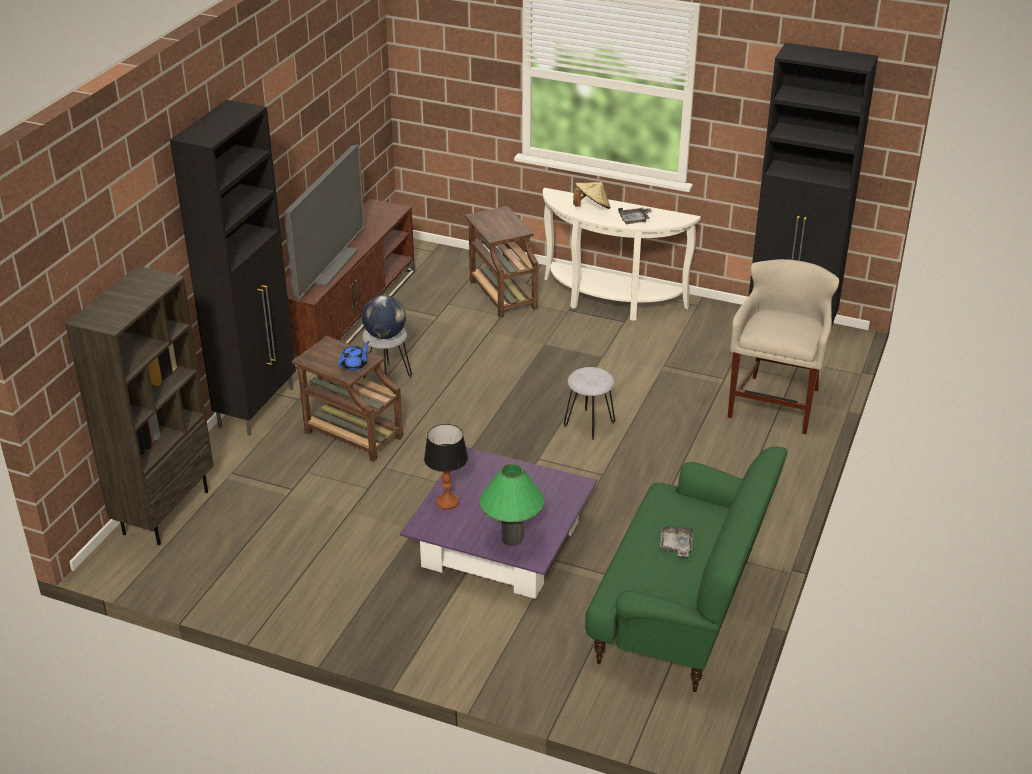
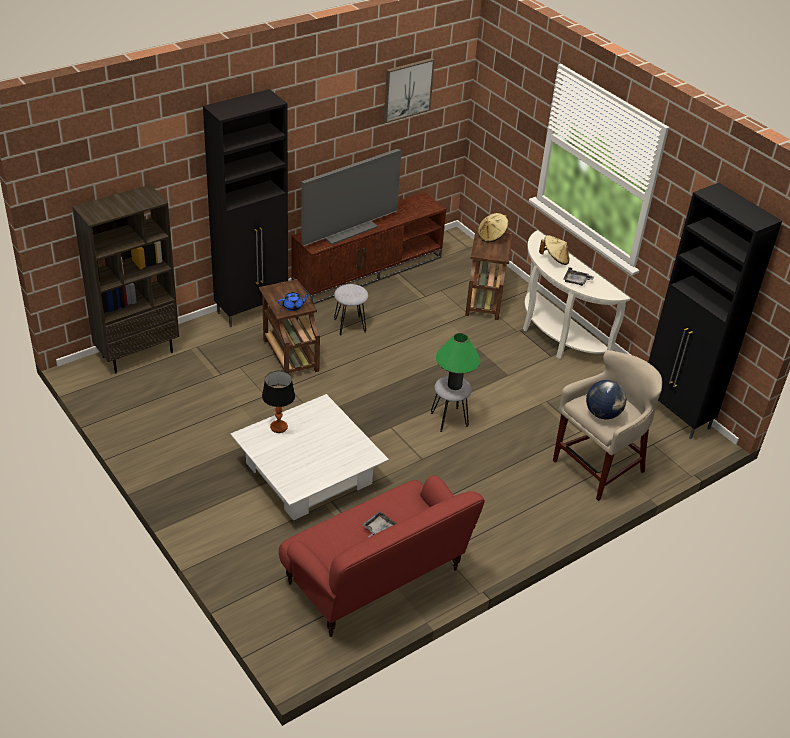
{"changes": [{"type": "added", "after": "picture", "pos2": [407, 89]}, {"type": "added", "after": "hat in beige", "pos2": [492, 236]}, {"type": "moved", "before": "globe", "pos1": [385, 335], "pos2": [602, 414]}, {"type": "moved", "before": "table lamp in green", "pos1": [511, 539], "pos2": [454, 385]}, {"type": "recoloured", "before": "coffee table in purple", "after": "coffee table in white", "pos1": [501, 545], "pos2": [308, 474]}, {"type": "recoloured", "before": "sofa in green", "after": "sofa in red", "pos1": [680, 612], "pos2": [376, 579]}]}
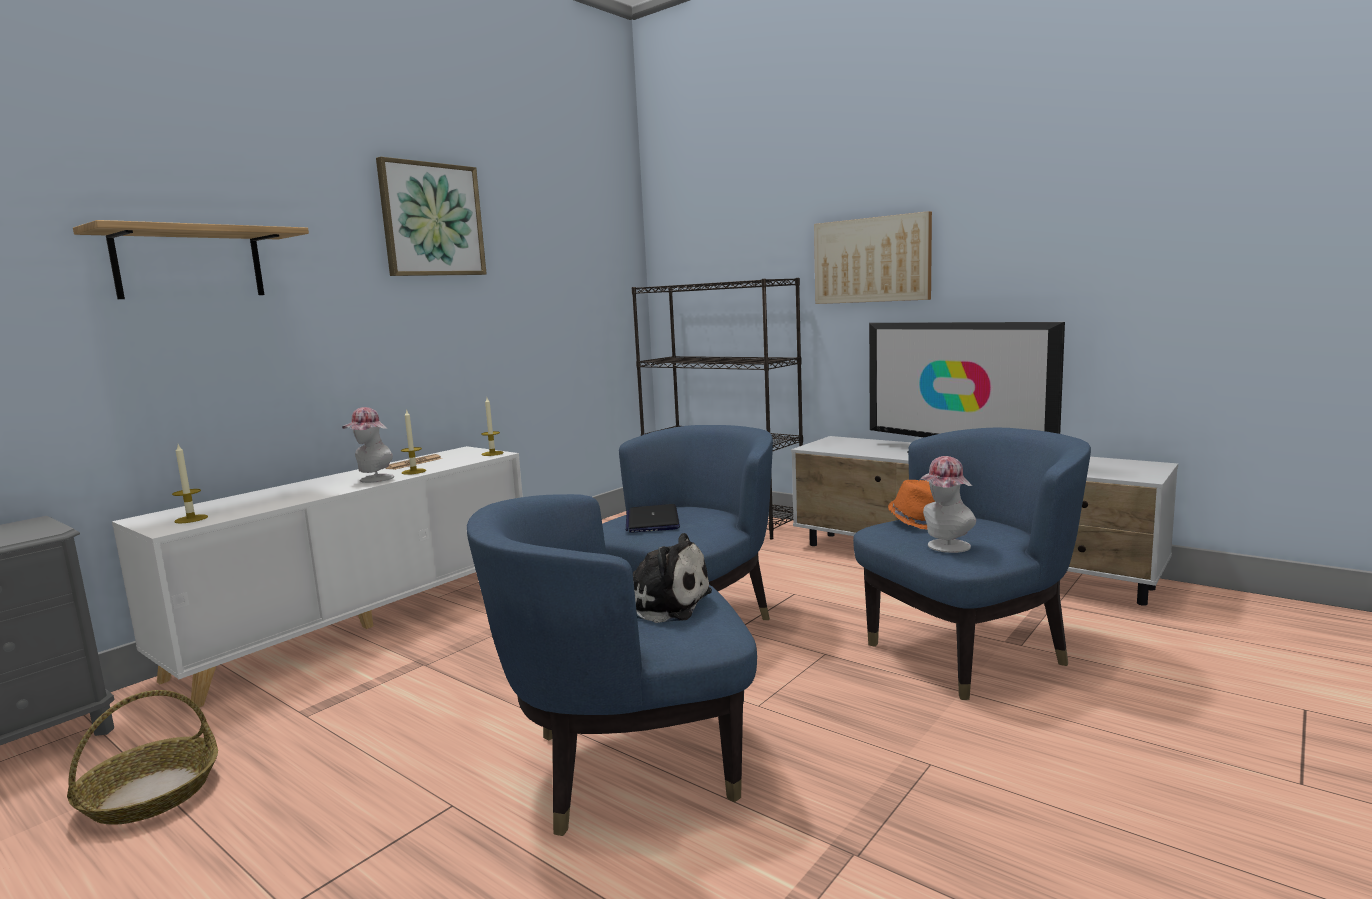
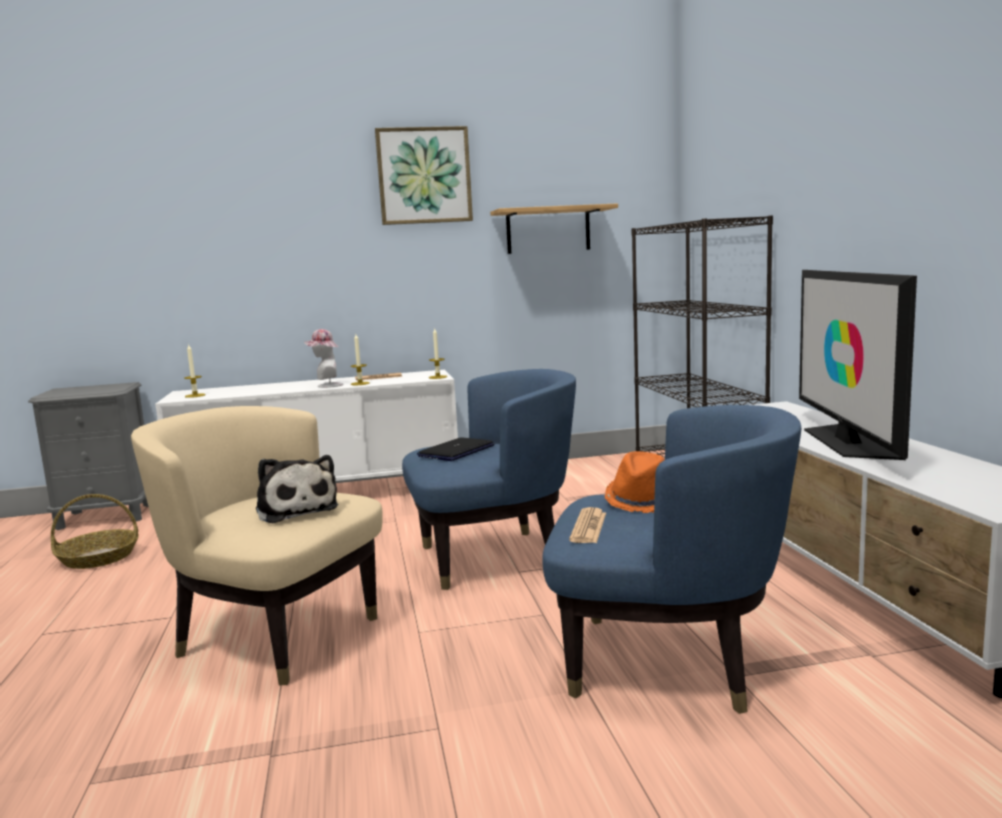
{"changes": [{"type": "removed", "before": "picture", "pos1": [872, 260]}, {"type": "moved", "before": "shelf", "pos1": [189, 264], "pos2": [548, 230]}, {"type": "replaced", "before": "hat", "after": "newspaper", "pos1": [944, 547], "pos2": [588, 527]}, {"type": "recoloured", "before": "armchair in blue", "after": "armchair in beige", "pos1": [627, 766], "pos2": [275, 635]}]}
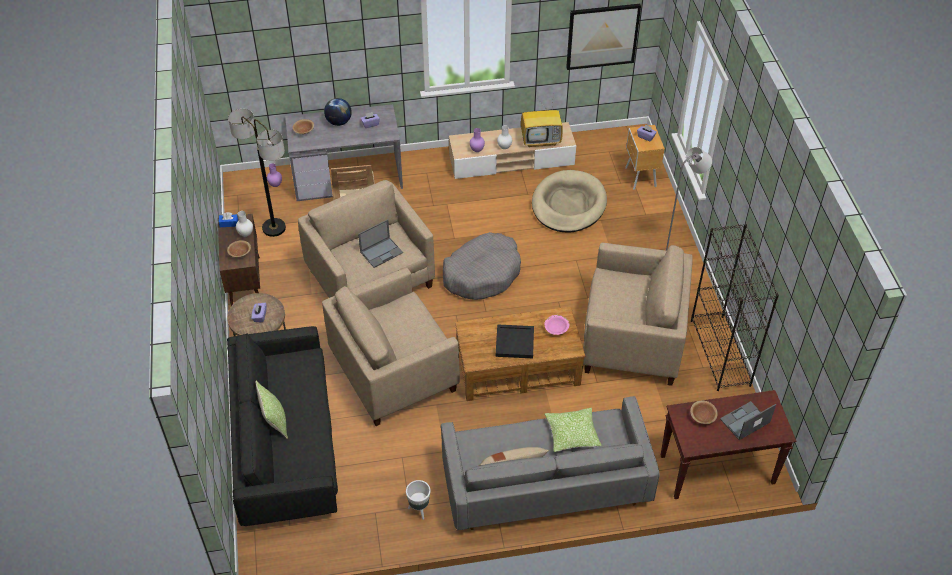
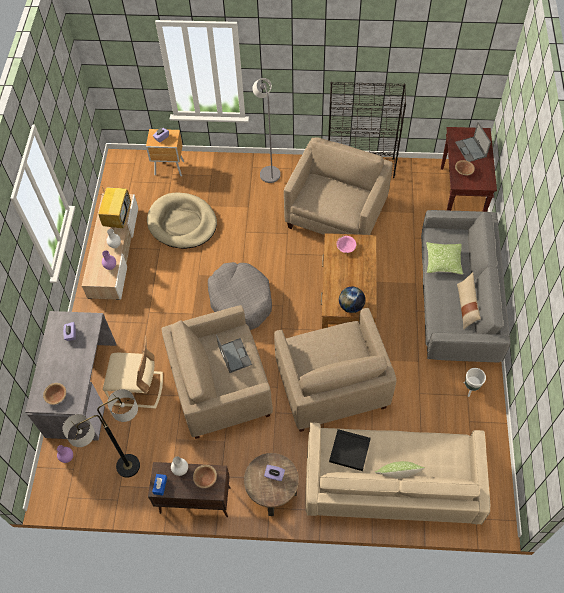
{"changes": [{"type": "removed", "before": "picture", "pos1": [602, 36]}, {"type": "moved", "before": "globe", "pos1": [339, 122], "pos2": [351, 306]}, {"type": "moved", "before": "tray in black", "pos1": [514, 342], "pos2": [349, 451]}, {"type": "recoloured", "before": "sofa in black", "after": "sofa in beige", "pos1": [286, 443], "pos2": [391, 482]}]}
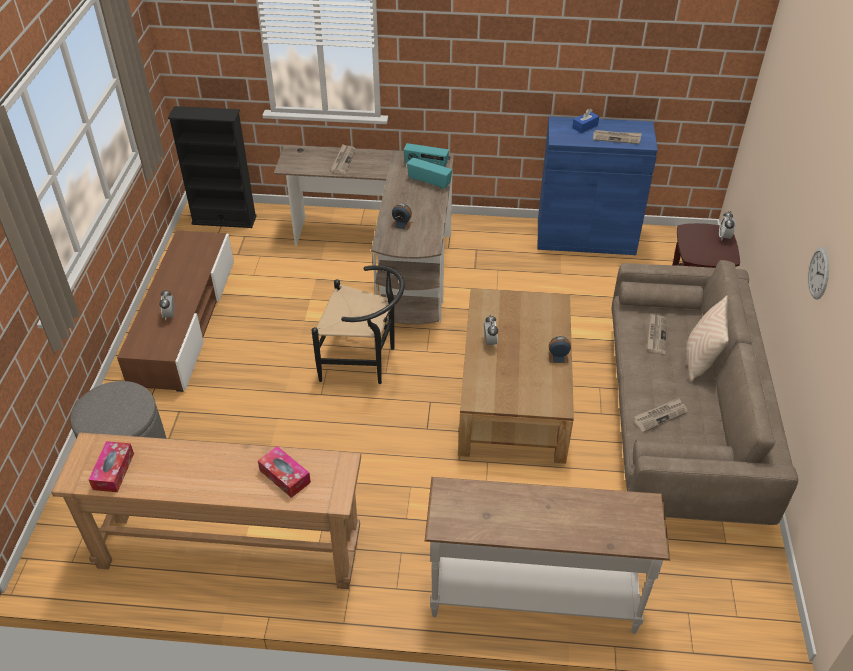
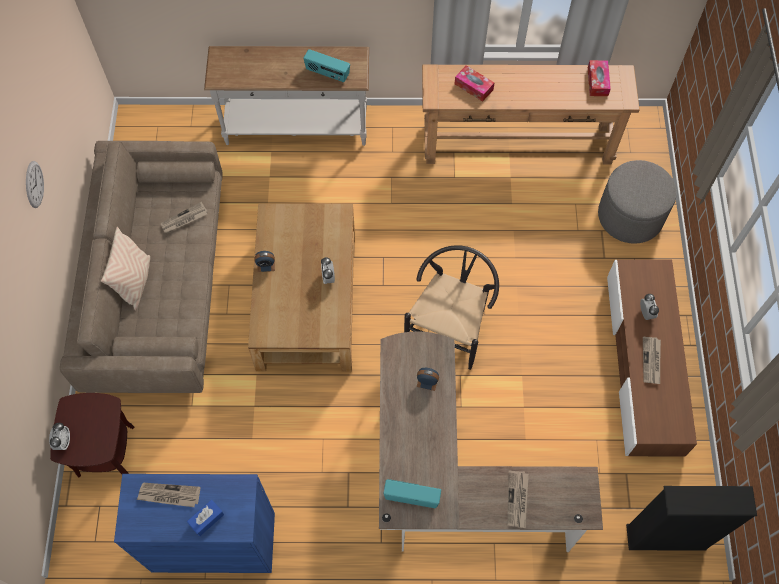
{"changes": [{"type": "moved", "before": "radio", "pos1": [429, 182], "pos2": [327, 73]}, {"type": "moved", "before": "newspaper", "pos1": [656, 335], "pos2": [651, 361]}, {"type": "turned", "before": "chair in black", "pos1": [364, 361], "pos2": [450, 326], "turn": 105}]}
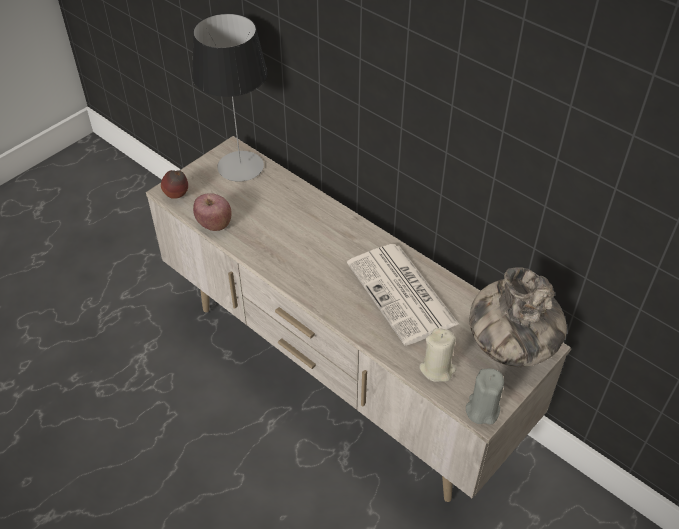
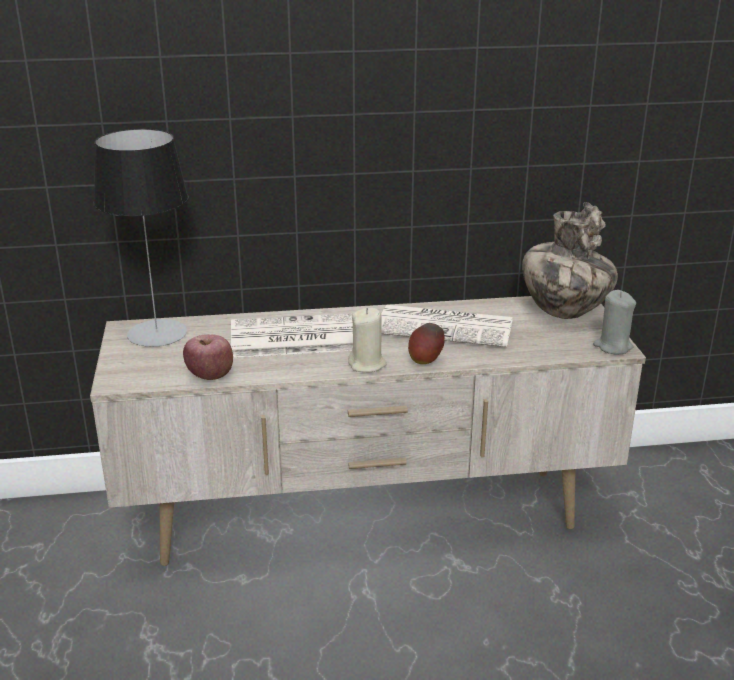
{"changes": [{"type": "added", "after": "newspaper", "pos2": [295, 338]}, {"type": "moved", "before": "apple", "pos1": [177, 196], "pos2": [426, 362]}, {"type": "moved", "before": "candle in beige", "pos1": [437, 369], "pos2": [367, 364]}]}
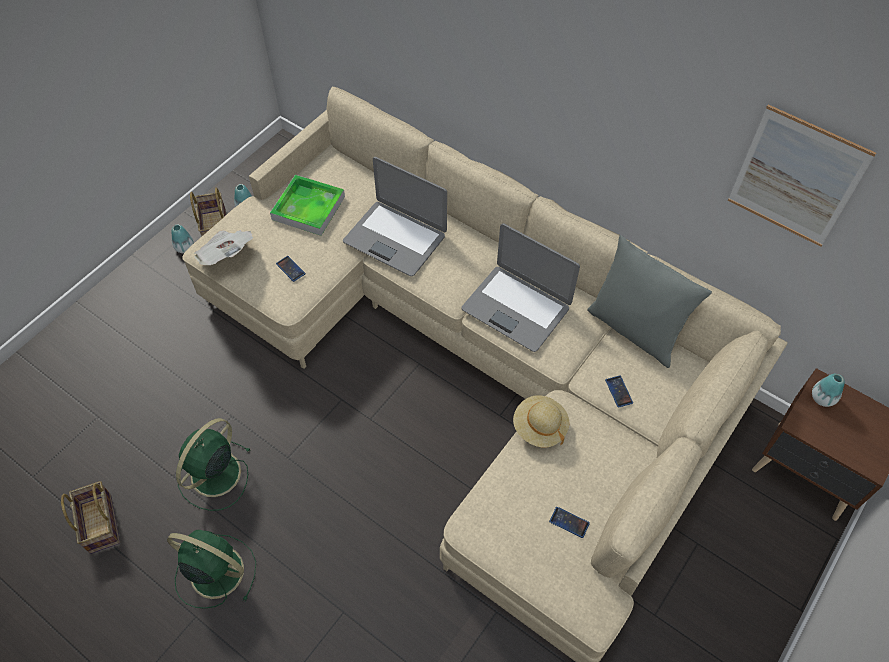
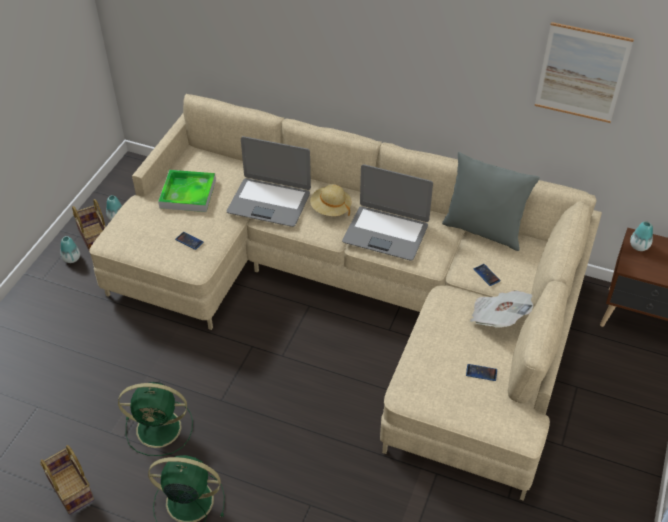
{"changes": [{"type": "moved", "before": "newspaper", "pos1": [226, 256], "pos2": [498, 318]}, {"type": "moved", "before": "hat in beige", "pos1": [539, 427], "pos2": [330, 209]}, {"type": "turned", "before": "fan in green", "pos1": [214, 475], "pos2": [161, 428], "turn": -105}]}
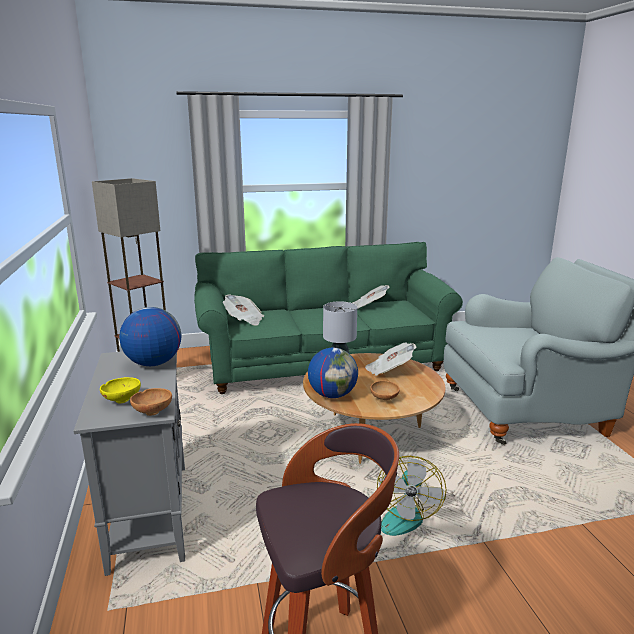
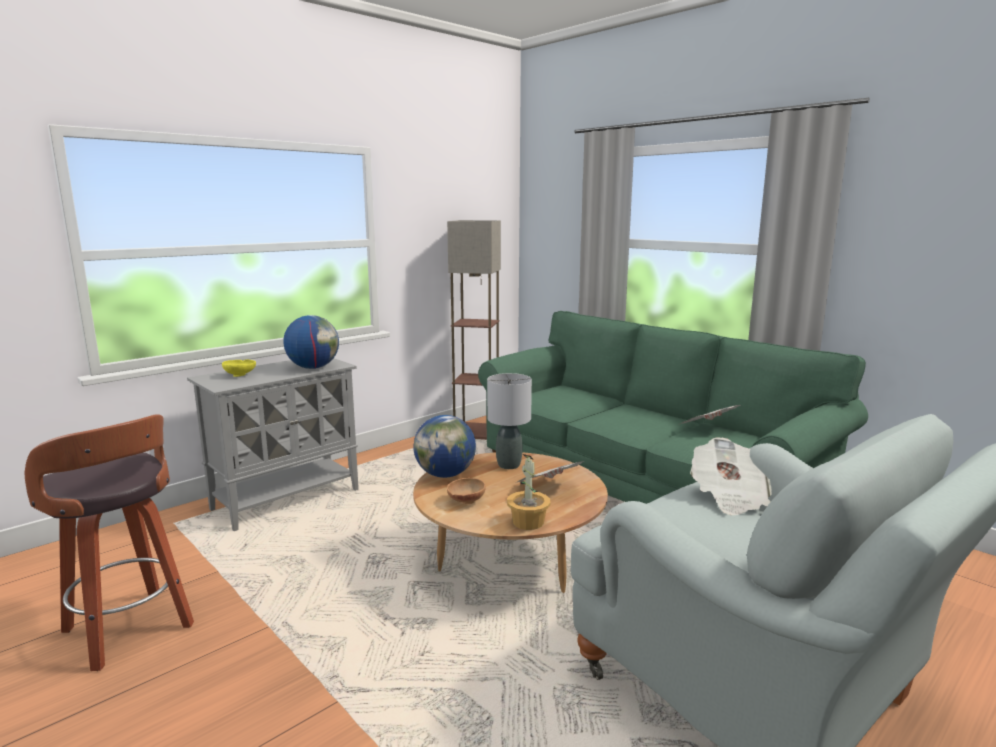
{"changes": [{"type": "removed", "before": "bowl in brown", "pos1": [153, 411]}, {"type": "removed", "before": "fan", "pos1": [401, 514]}, {"type": "added", "after": "potted plant", "pos2": [528, 522]}, {"type": "moved", "before": "newspaper", "pos1": [244, 320], "pos2": [729, 496]}]}
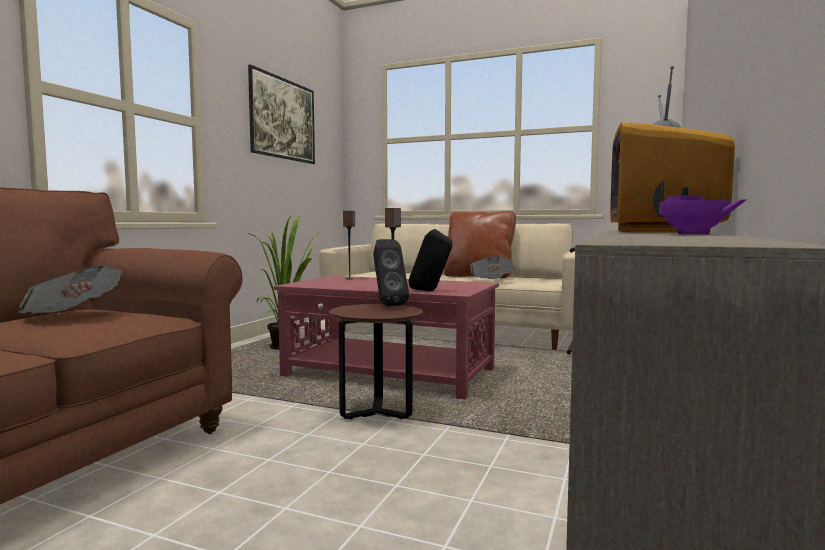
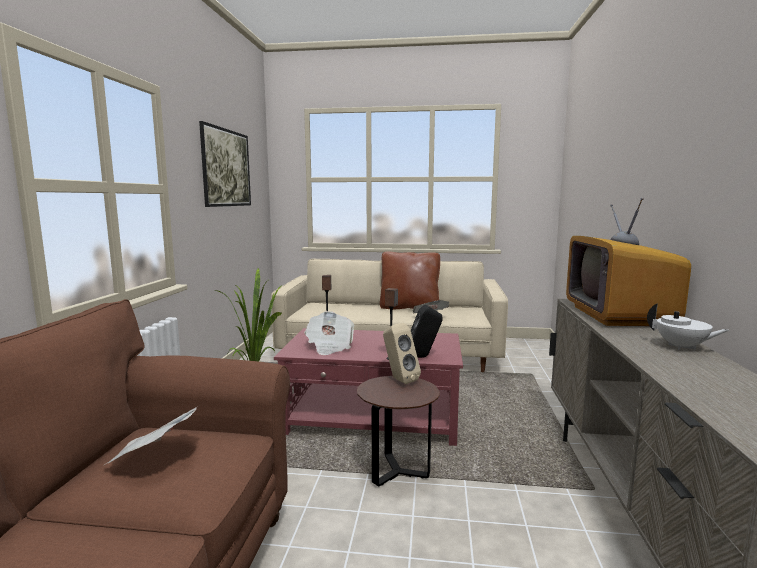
{"changes": [{"type": "added", "after": "newspaper", "pos2": [329, 346]}, {"type": "recoloured", "before": "speaker in black", "after": "speaker in beige", "pos1": [387, 306], "pos2": [399, 380]}, {"type": "recoloured", "before": "teapot in purple", "after": "teapot in white", "pos1": [693, 234], "pos2": [681, 347]}]}
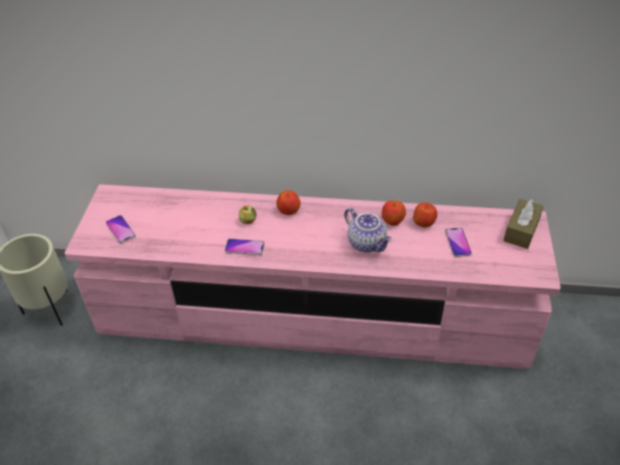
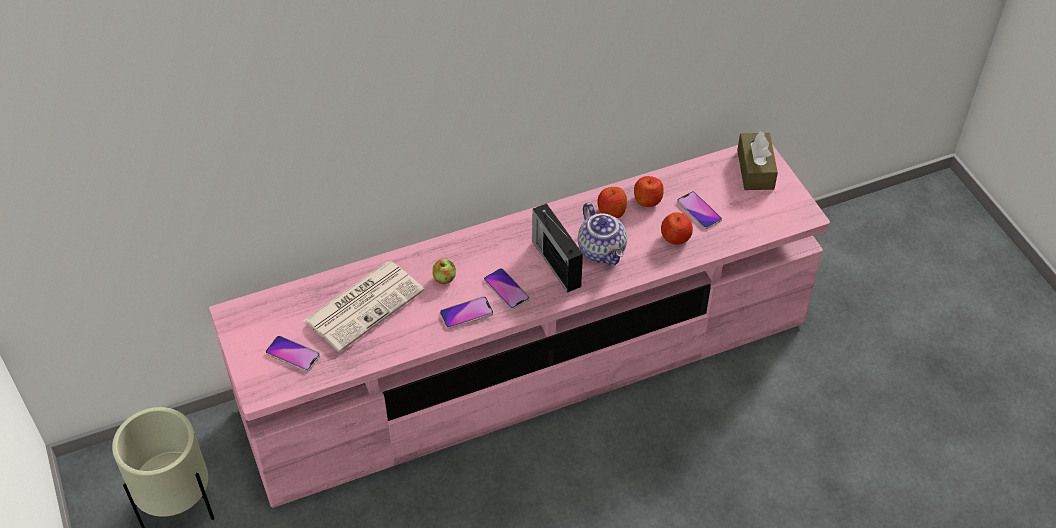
{"changes": [{"type": "added", "after": "newspaper", "pos2": [364, 304]}, {"type": "added", "after": "phone", "pos2": [506, 289]}, {"type": "added", "after": "radio", "pos2": [556, 262]}, {"type": "moved", "before": "apple", "pos1": [288, 210], "pos2": [676, 237]}, {"type": "turned", "before": "teapot", "pos1": [367, 243], "pos2": [603, 251], "turn": 45}]}
